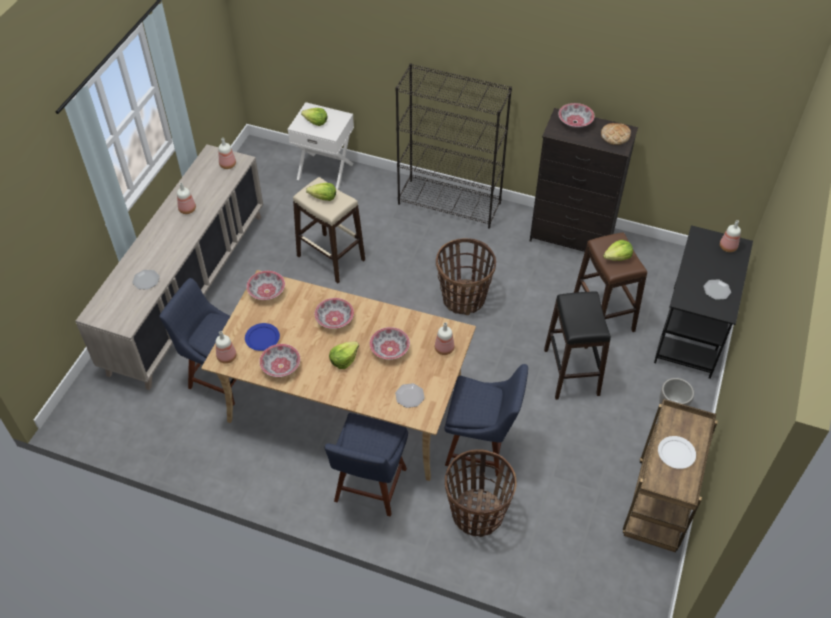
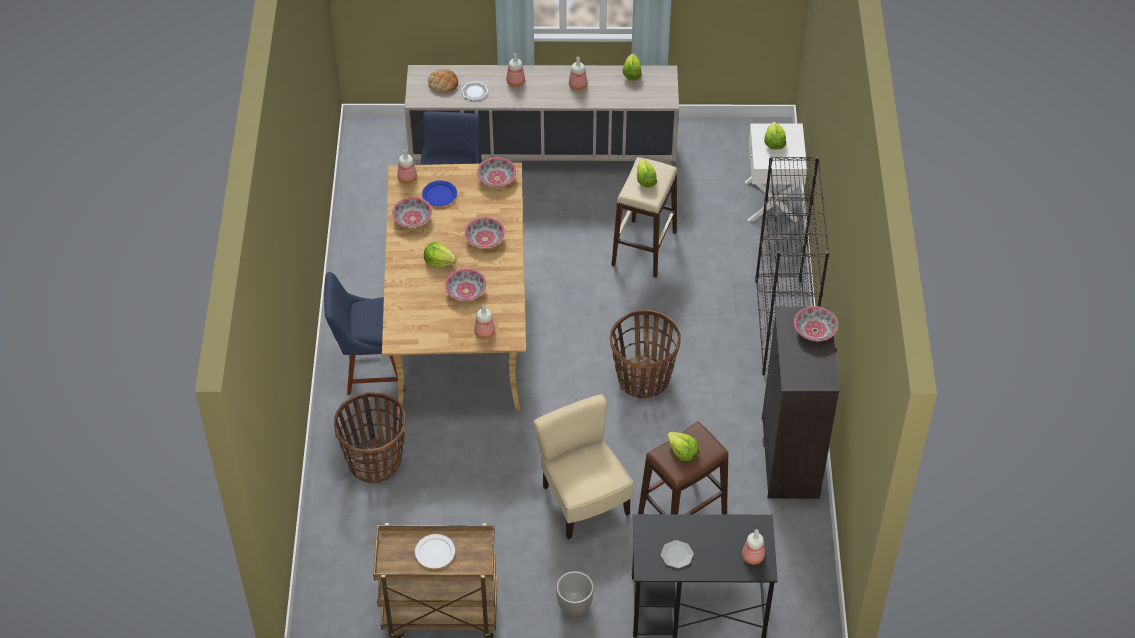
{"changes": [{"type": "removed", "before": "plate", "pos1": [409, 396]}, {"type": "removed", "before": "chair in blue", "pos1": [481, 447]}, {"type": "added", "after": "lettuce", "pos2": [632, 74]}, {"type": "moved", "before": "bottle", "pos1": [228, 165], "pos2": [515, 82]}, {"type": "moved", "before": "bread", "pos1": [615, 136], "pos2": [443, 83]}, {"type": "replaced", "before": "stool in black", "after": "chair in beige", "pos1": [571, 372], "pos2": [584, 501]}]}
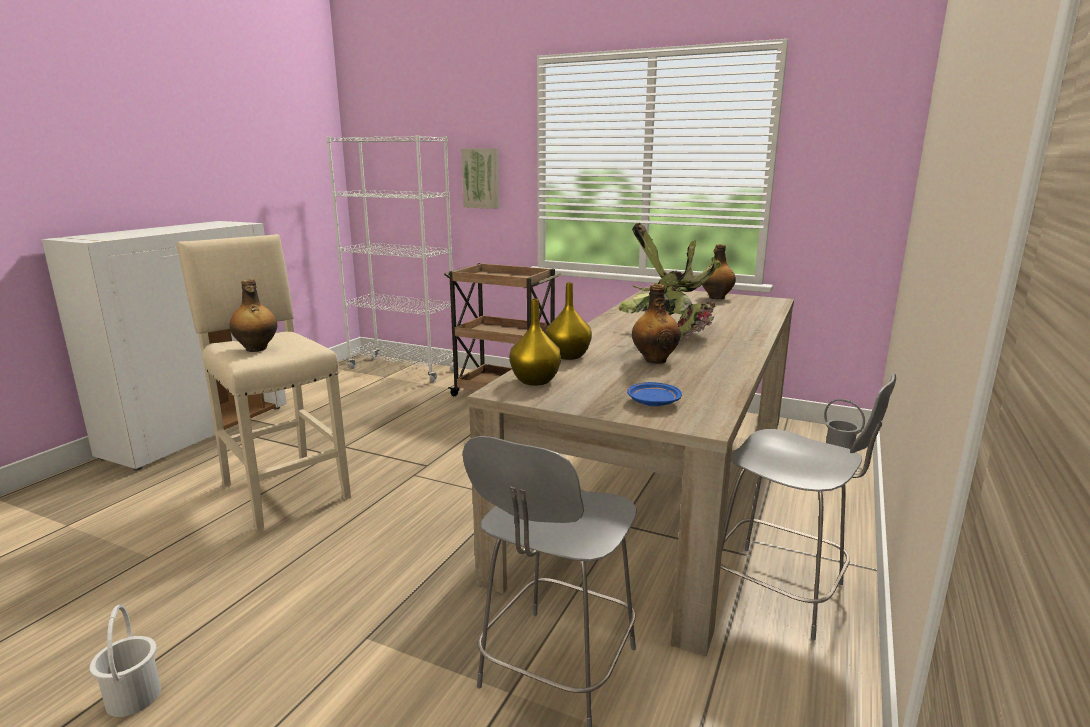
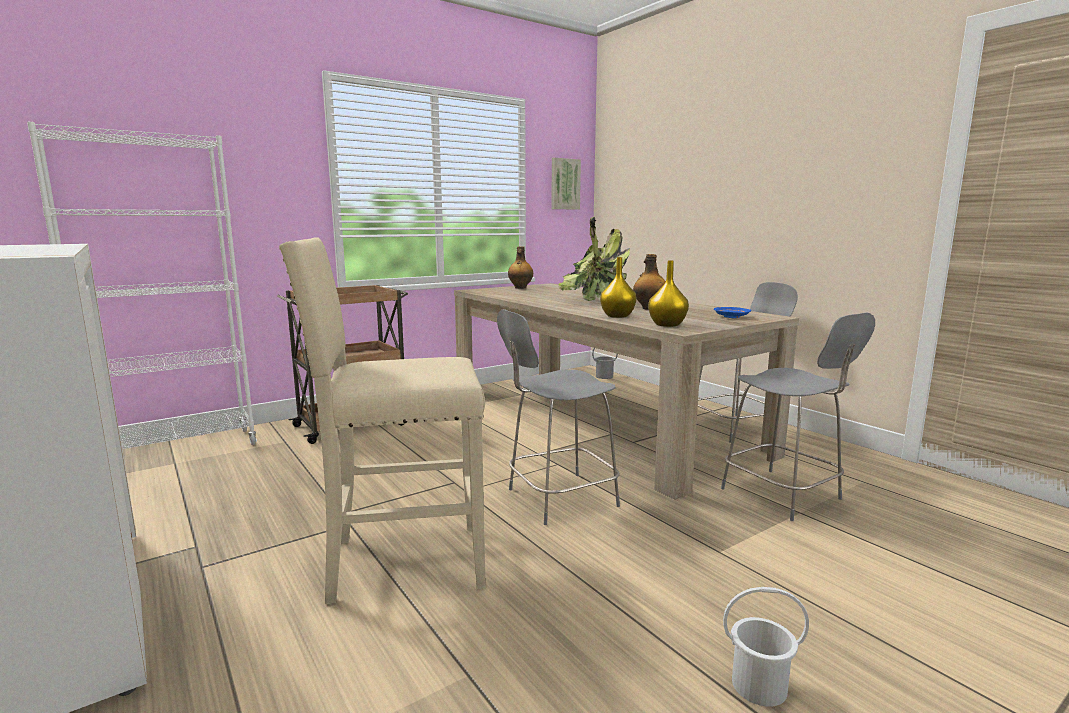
{"changes": [{"type": "removed", "before": "bottle", "pos1": [256, 349]}, {"type": "added", "after": "chair in grey", "pos2": [558, 498]}, {"type": "moved", "before": "picture", "pos1": [481, 178], "pos2": [564, 184]}]}
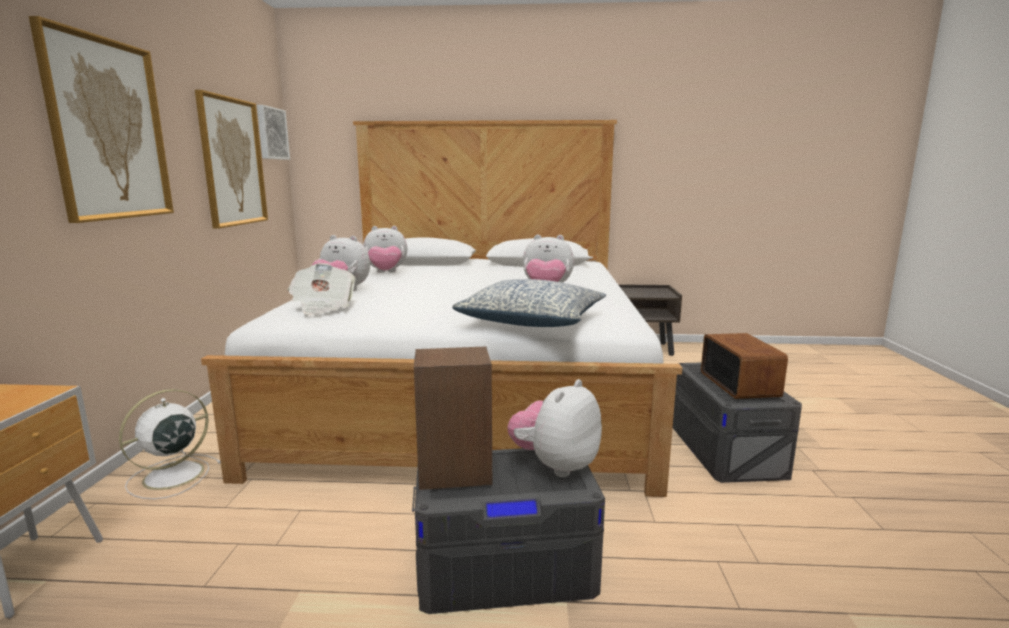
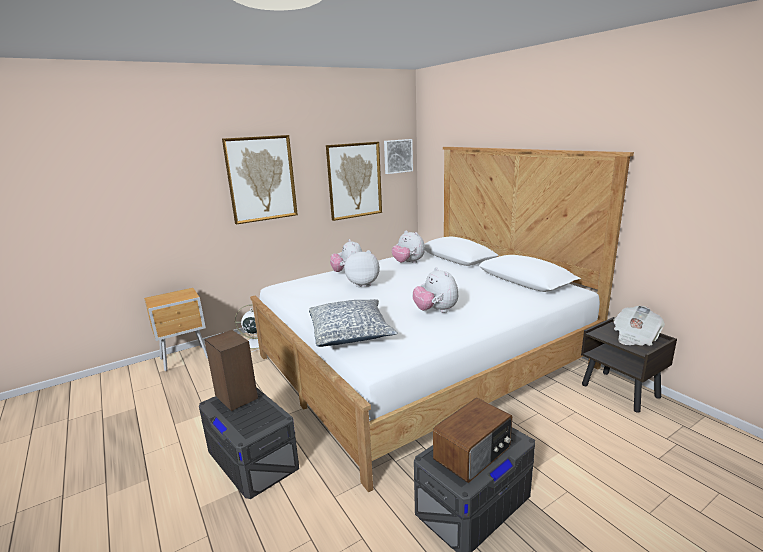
{"changes": [{"type": "moved", "before": "newspaper", "pos1": [323, 306], "pos2": [634, 337]}, {"type": "moved", "before": "plush toy", "pos1": [555, 465], "pos2": [363, 284]}]}
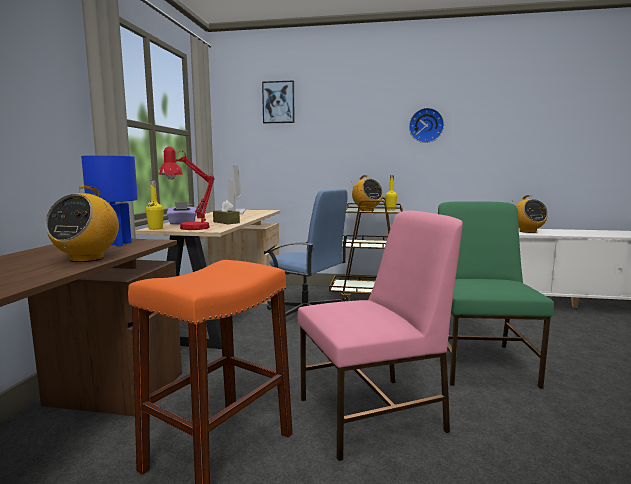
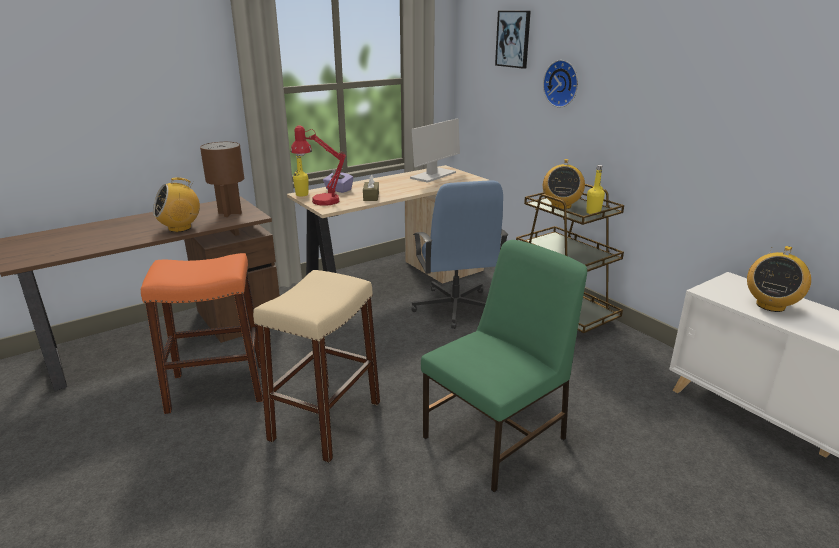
{"changes": [{"type": "moved", "before": "wall clock", "pos1": [426, 125], "pos2": [562, 83]}, {"type": "replaced", "before": "chair in pink", "after": "stool in beige", "pos1": [373, 414], "pos2": [325, 420]}, {"type": "recoloured", "before": "table lamp in blue", "after": "table lamp in brown", "pos1": [116, 244], "pos2": [230, 213]}]}
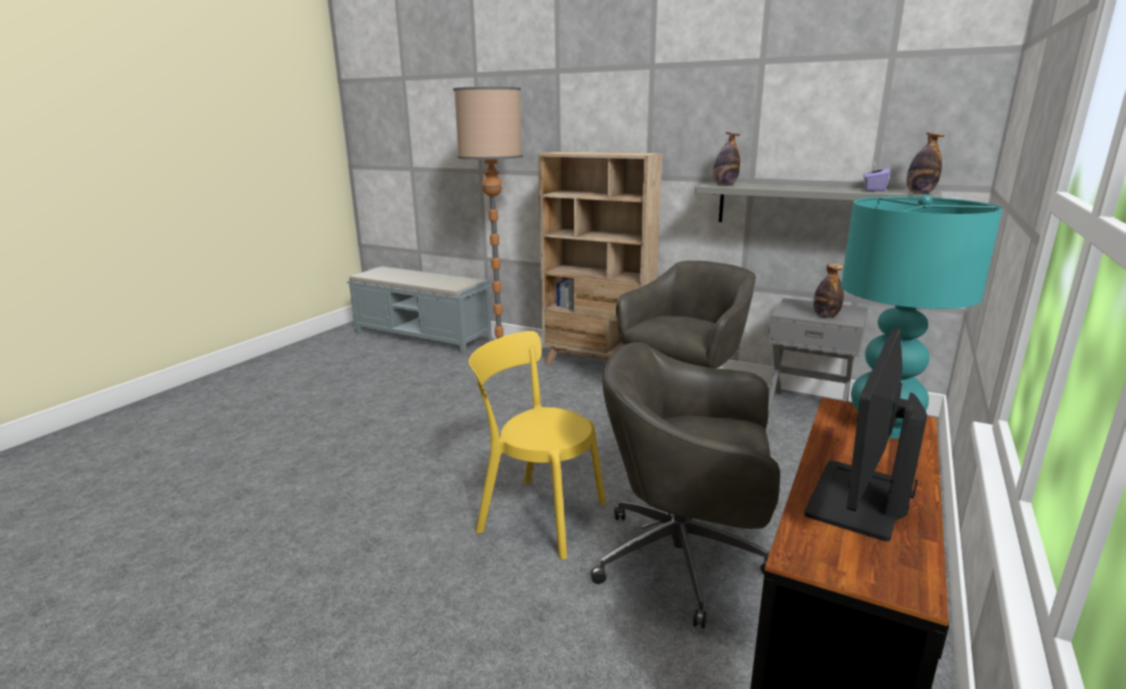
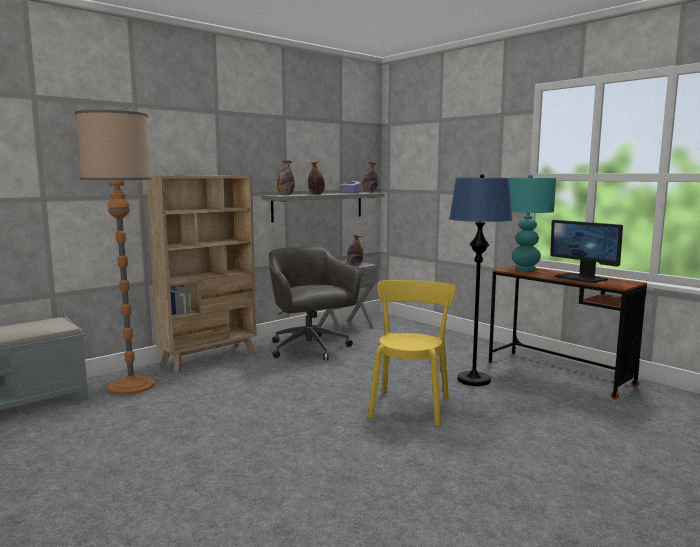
{"changes": [{"type": "added", "after": "bottle", "pos2": [316, 194]}, {"type": "replaced", "before": "office chair in grey", "after": "floor lamp in blue", "pos1": [685, 560], "pos2": [473, 380]}, {"type": "turned", "before": "chair in yellow", "pos1": [537, 515], "pos2": [410, 406], "turn": 150}]}
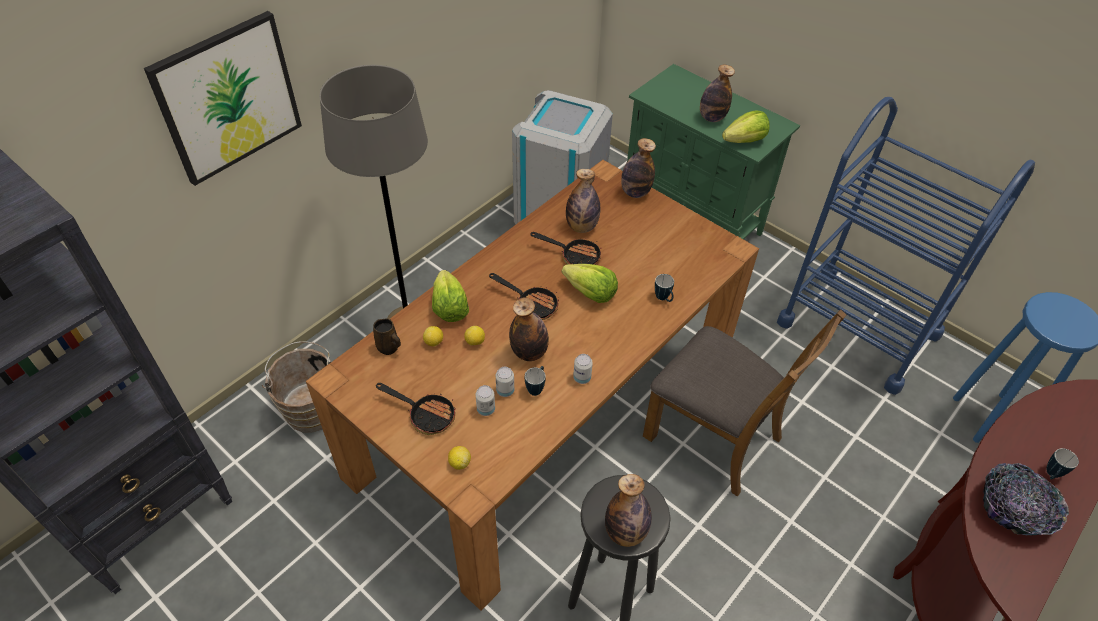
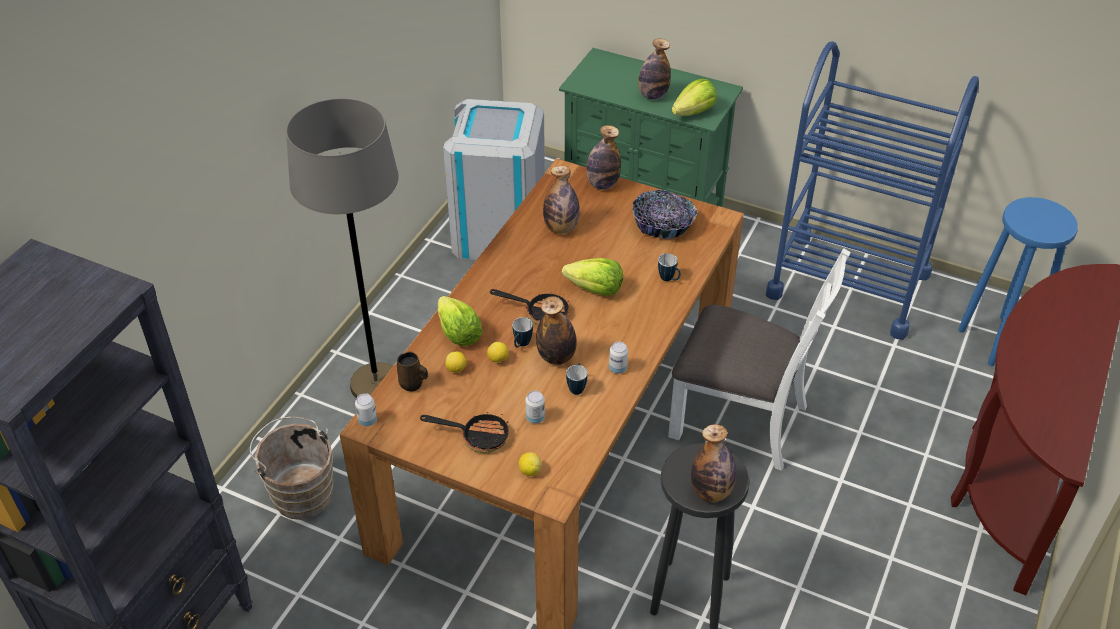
{"changes": [{"type": "removed", "before": "picture", "pos1": [228, 98]}, {"type": "removed", "before": "frying pan", "pos1": [574, 256]}, {"type": "moved", "before": "can", "pos1": [505, 391], "pos2": [367, 421]}, {"type": "moved", "before": "bowl", "pos1": [1013, 510], "pos2": [662, 225]}, {"type": "moved", "before": "mug", "pos1": [1051, 475], "pos2": [521, 345]}, {"type": "recoloured", "before": "chair in brown", "after": "chair in white", "pos1": [714, 436], "pos2": [740, 420]}]}
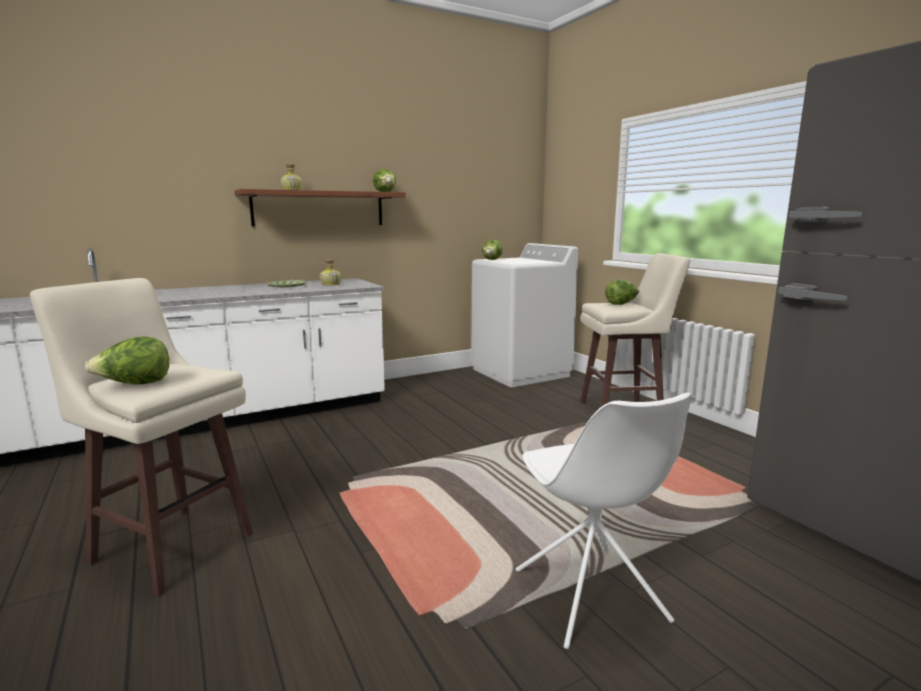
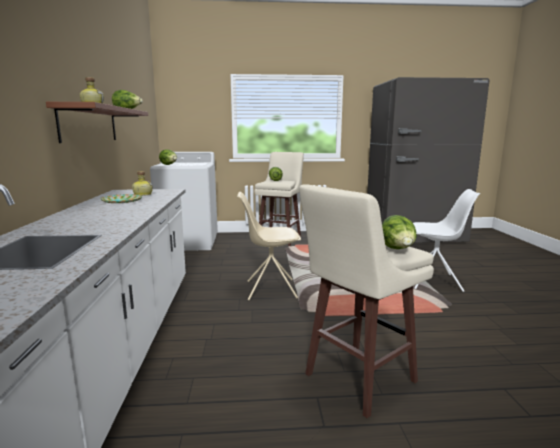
{"changes": [{"type": "added", "after": "chair in beige", "pos2": [270, 289]}]}
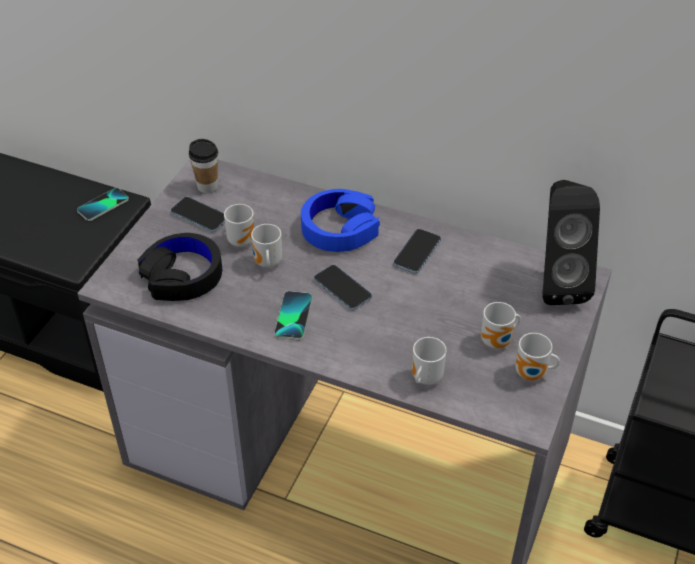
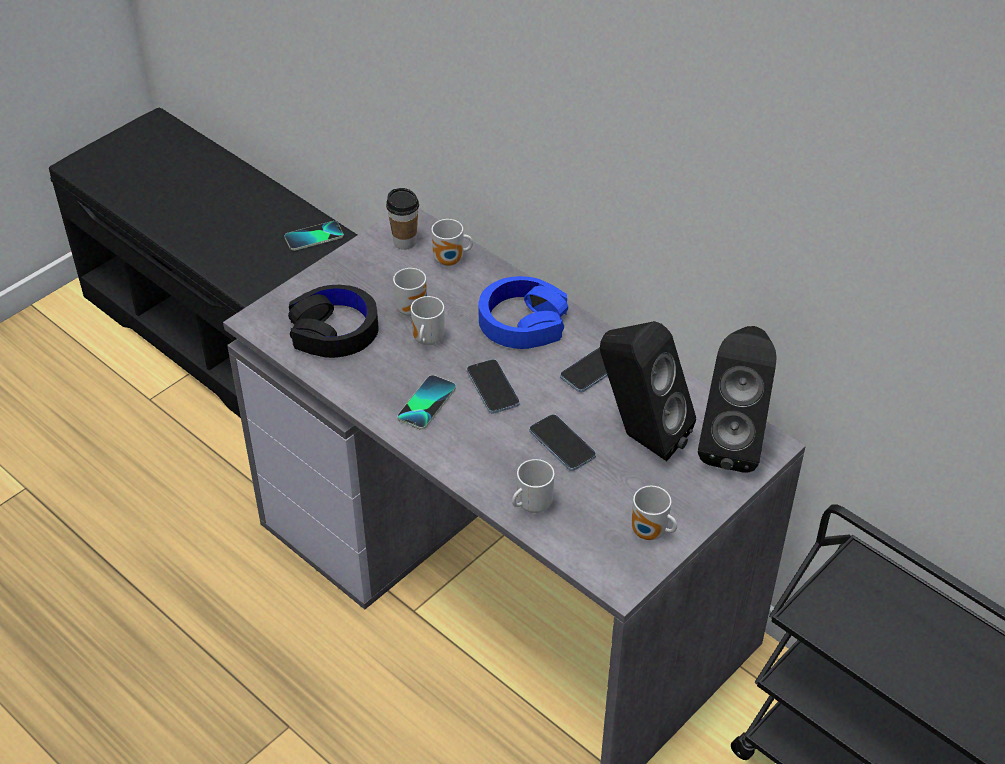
{"changes": [{"type": "added", "after": "speaker in black", "pos2": [639, 436]}, {"type": "moved", "before": "phone", "pos1": [199, 216], "pos2": [562, 444]}, {"type": "moved", "before": "mug", "pos1": [498, 342], "pos2": [451, 261]}]}
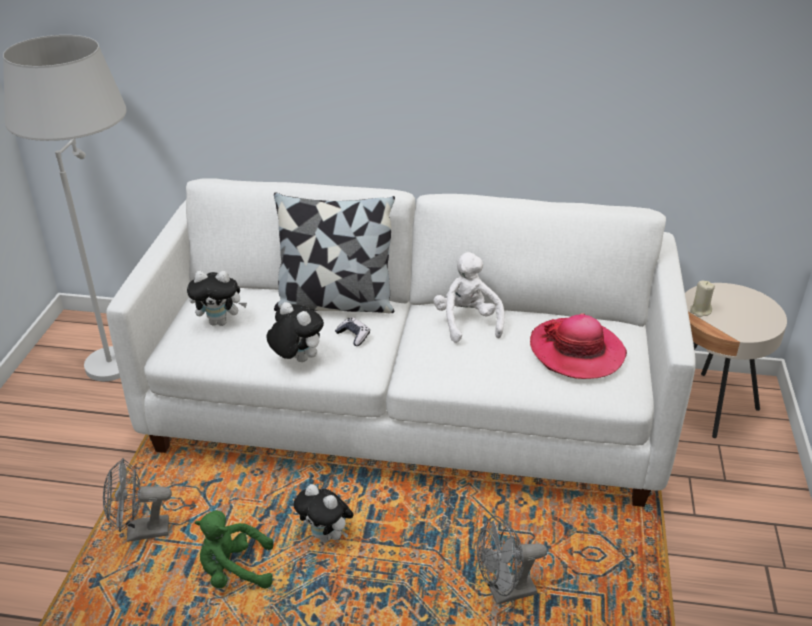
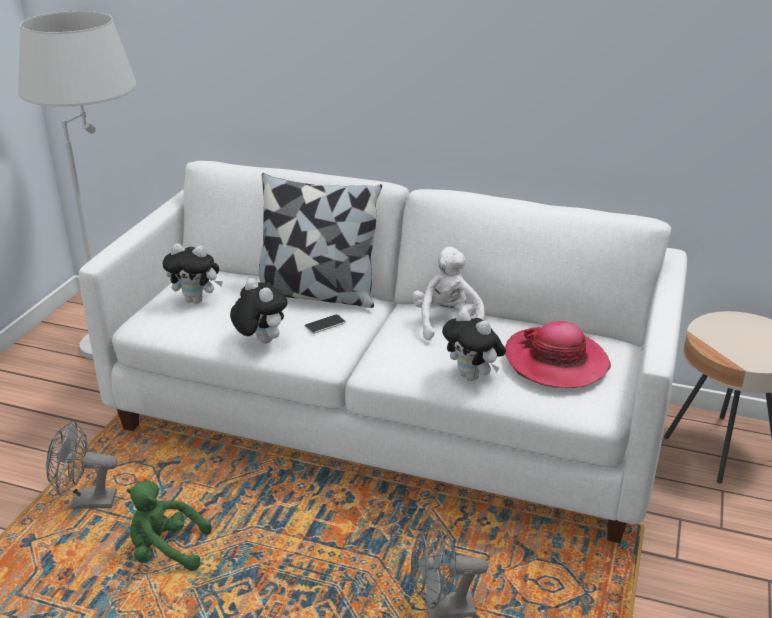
{"changes": [{"type": "removed", "before": "candle in beige", "pos1": [700, 311]}, {"type": "moved", "before": "plush toy", "pos1": [326, 536], "pos2": [473, 376]}, {"type": "replaced", "before": "game controller", "after": "phone", "pos1": [353, 336], "pos2": [325, 325]}]}
